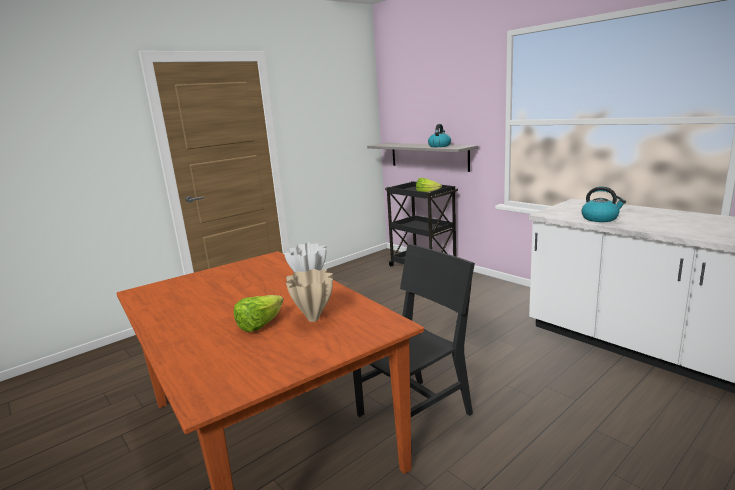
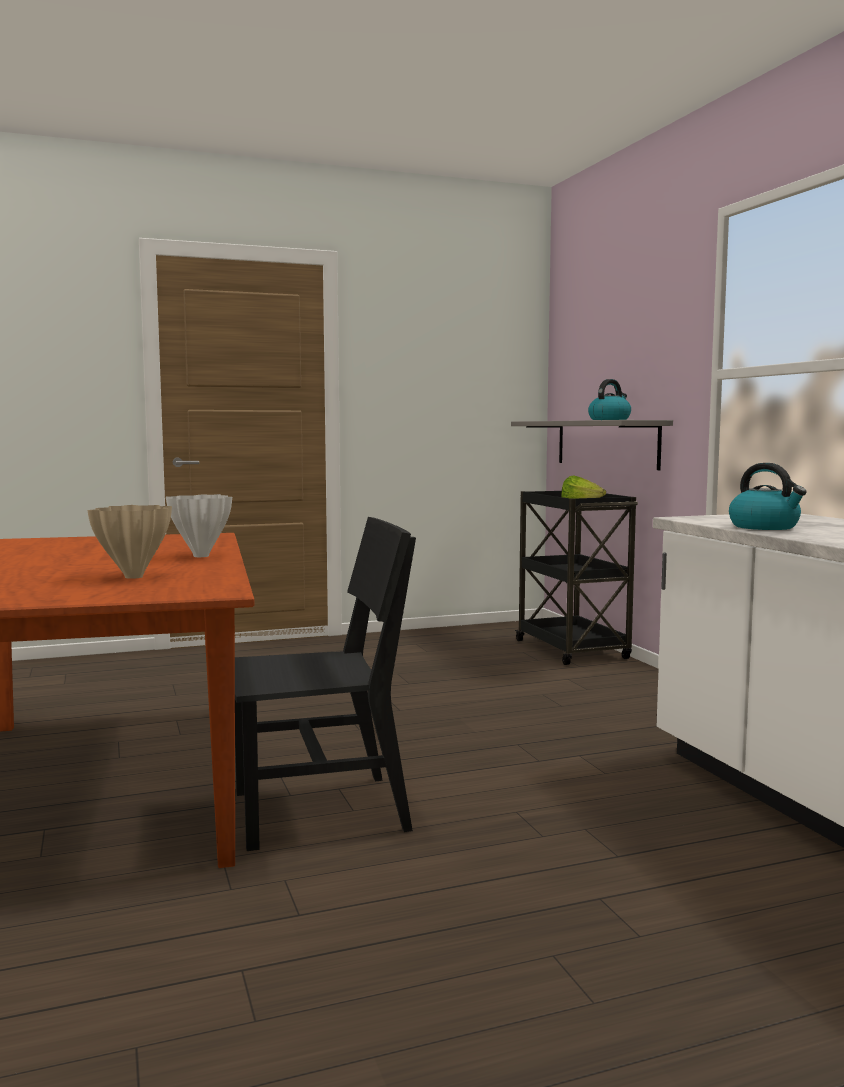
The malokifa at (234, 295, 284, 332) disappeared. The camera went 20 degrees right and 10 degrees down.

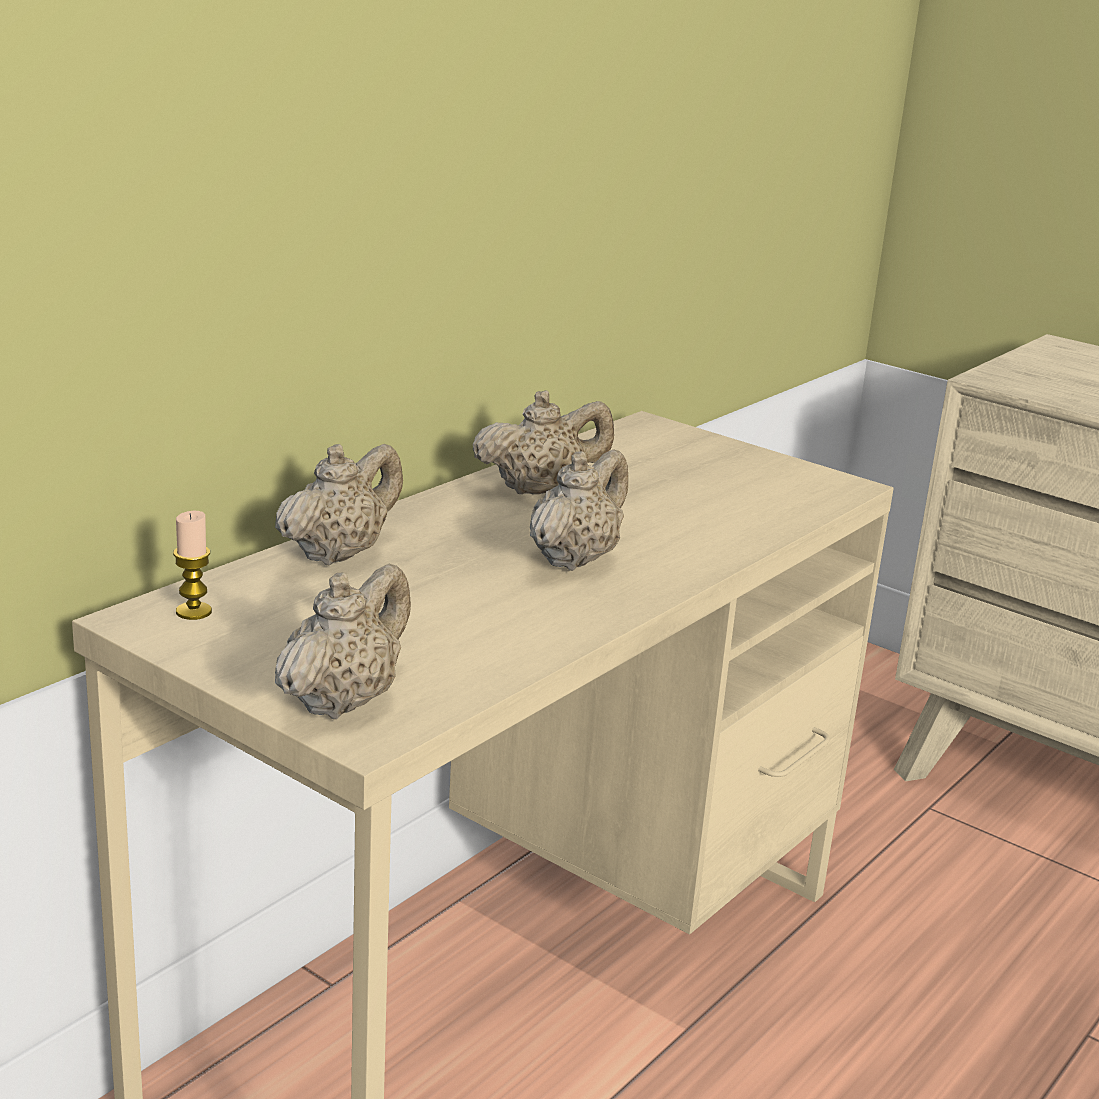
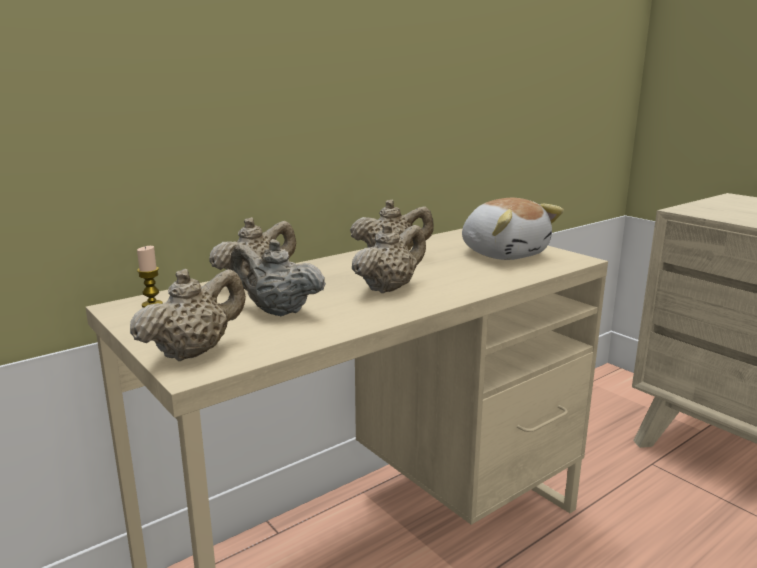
The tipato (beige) at (230, 239, 326, 317) appeared. The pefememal at (462, 198, 564, 260) appeared. The camera went 15 degrees right and 5 degrees down.

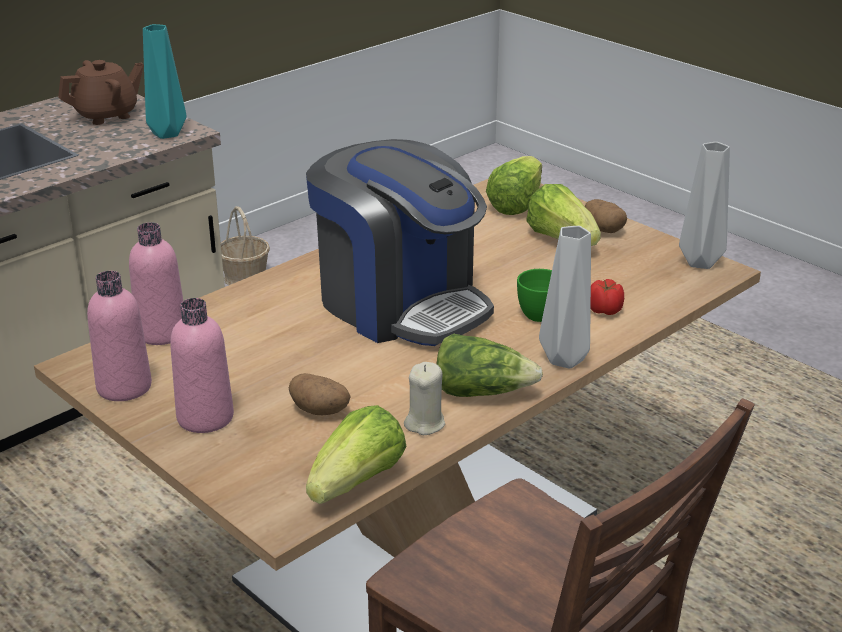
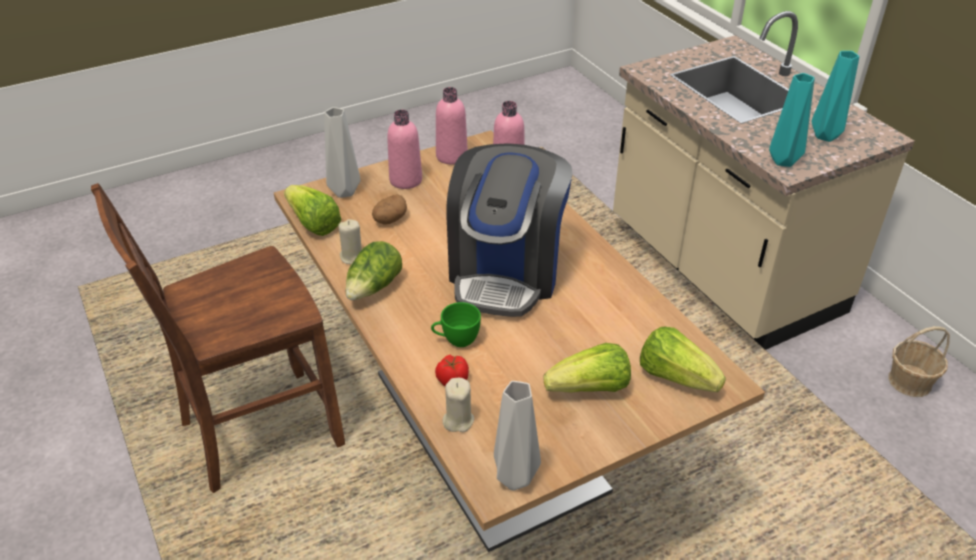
The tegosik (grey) moved from (539, 226, 591, 369) to (324, 107, 361, 198). The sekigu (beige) at (443, 378, 474, 432) appeared. The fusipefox at (306, 139, 494, 346) turned 45 degrees counterclockwise. The tipato (brown) at (58, 60, 144, 125) was replaced by the tegosik (turquoise) at (811, 51, 859, 142). The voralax at (584, 199, 627, 233) disappeared. The camera went 105 degrees right and 10 degrees up.

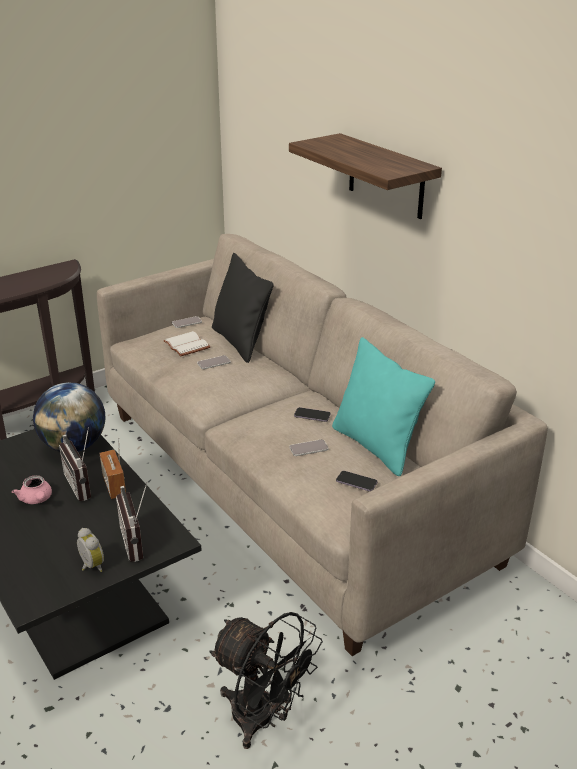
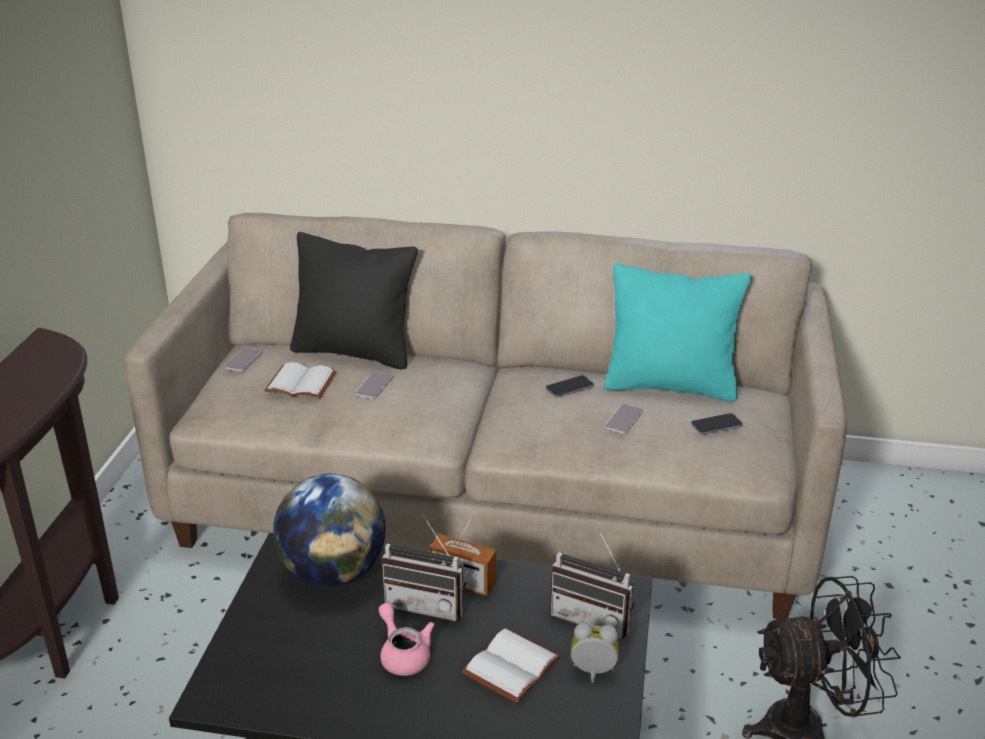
The tipato (pink) at (12, 475, 52, 504) turned 135 degrees counterclockwise. The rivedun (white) at (462, 628, 560, 703) appeared. The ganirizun at (289, 133, 442, 219) disappeared. The camera went 45 degrees left and 0 degrees up.

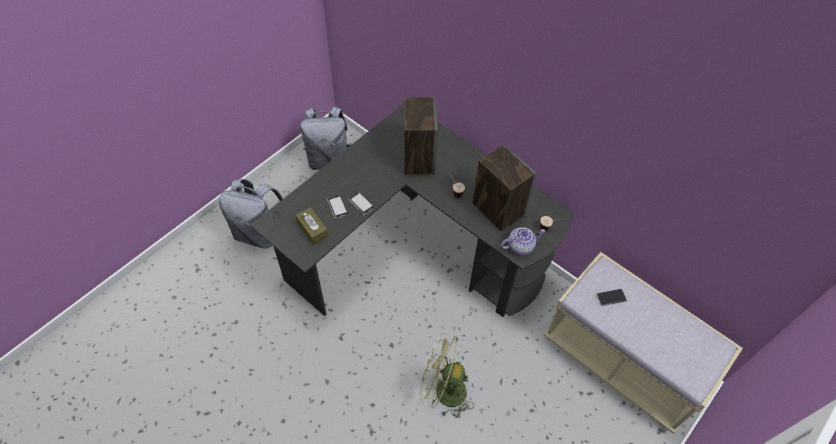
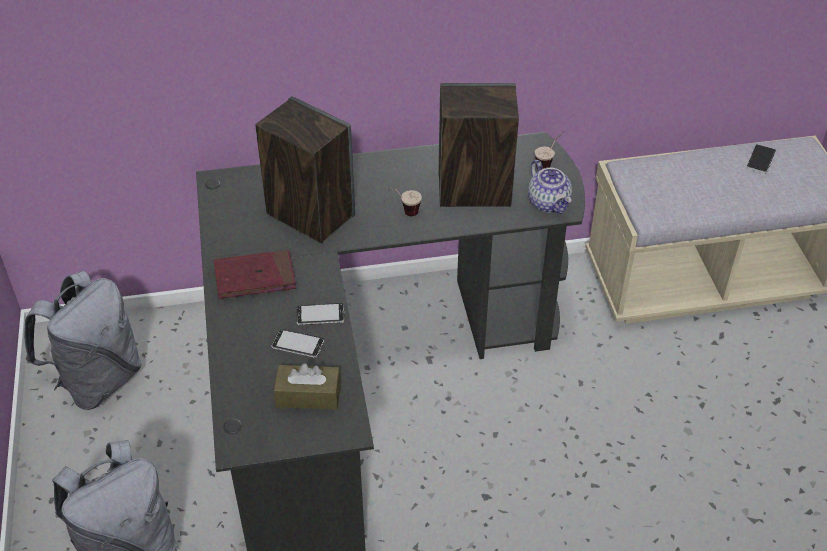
The rivedun (red) at (214, 250, 296, 299) appeared. The tipato at (501, 227, 545, 255) turned 135 degrees clockwise. The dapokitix moved from (597, 289, 627, 306) to (746, 144, 776, 174). The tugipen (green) at (420, 333, 474, 418) disappeared. The camera went 50 degrees left and 10 degrees down.

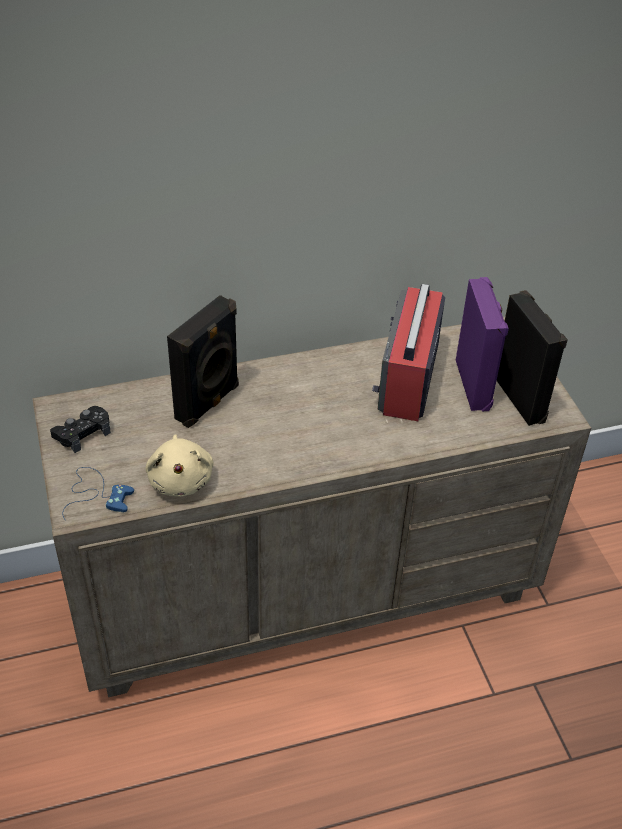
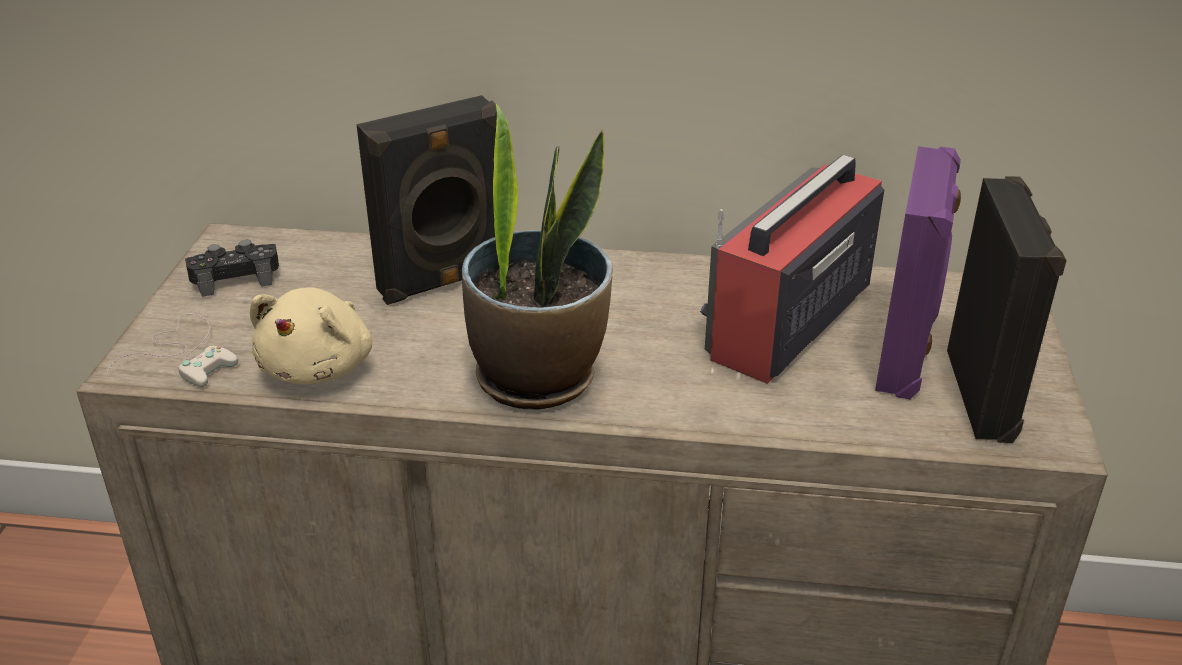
The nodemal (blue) at (63, 467, 134, 520) became the nodemal (white) at (107, 314, 238, 387). The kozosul at (462, 104, 613, 410) appeared. The camera went 25 degrees right and 10 degrees down.

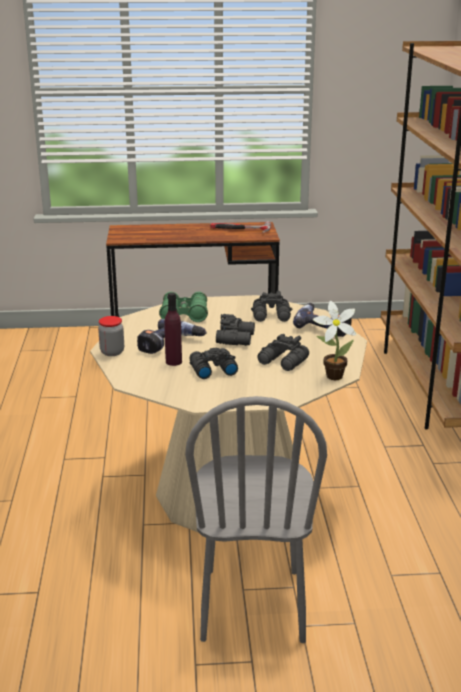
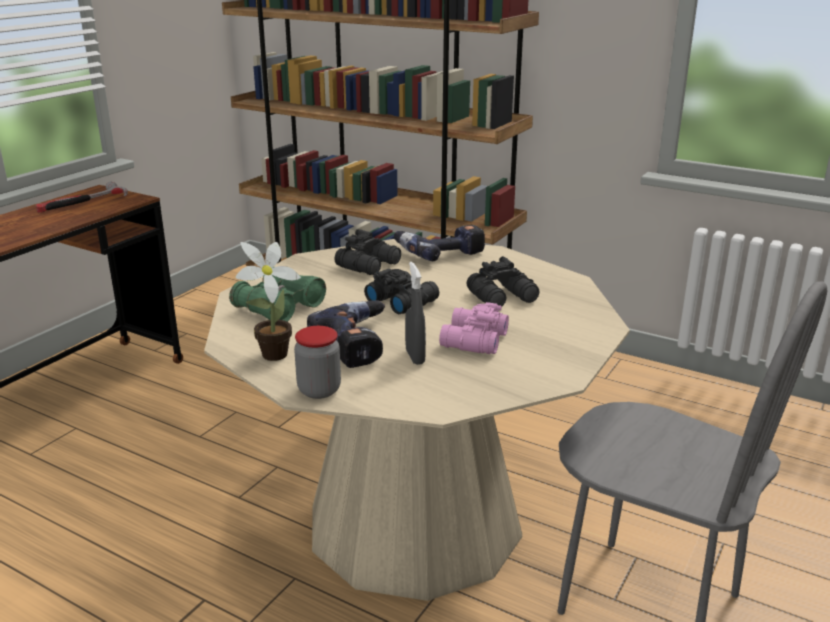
The kozosul moved from (313, 301, 356, 380) to (235, 242, 301, 361). The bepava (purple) at (164, 292, 182, 366) was replaced by the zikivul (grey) at (405, 262, 426, 365). The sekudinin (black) at (190, 348, 238, 379) became the sekudinin (pink) at (439, 302, 509, 354). The camera went 55 degrees left and 0 degrees up.

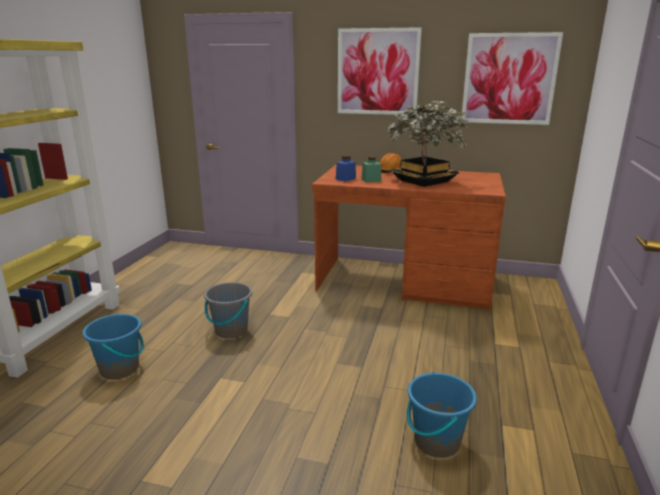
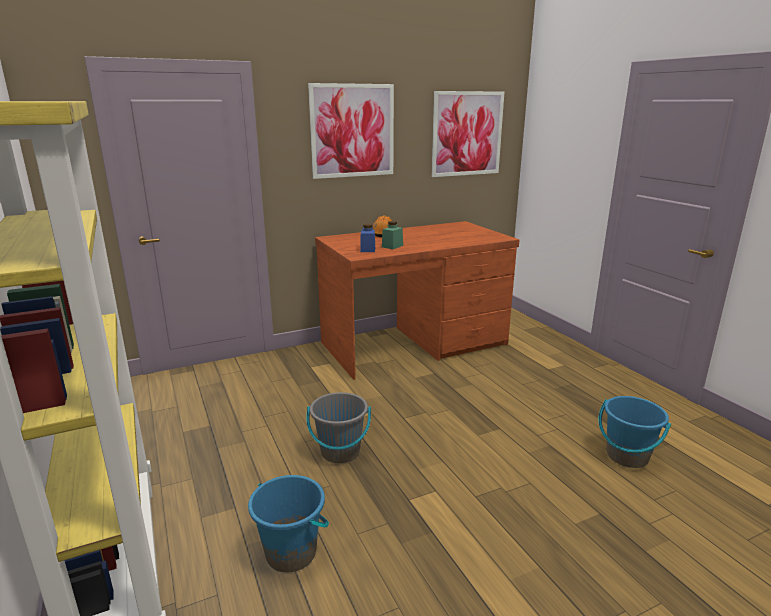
The kozosul at (388, 101, 469, 187) disappeared. The camera went 40 degrees left and 0 degrees up.

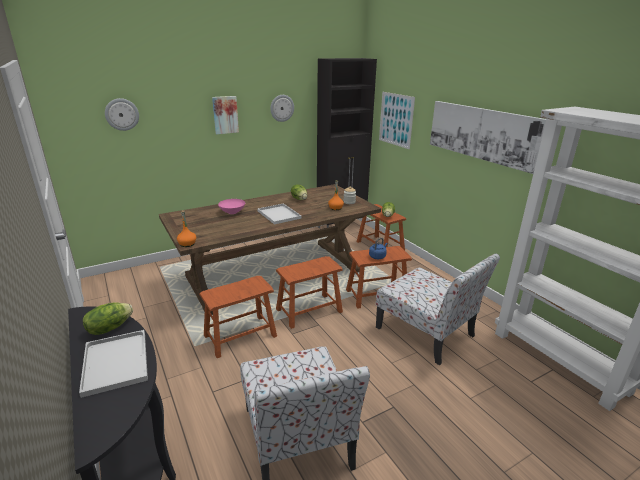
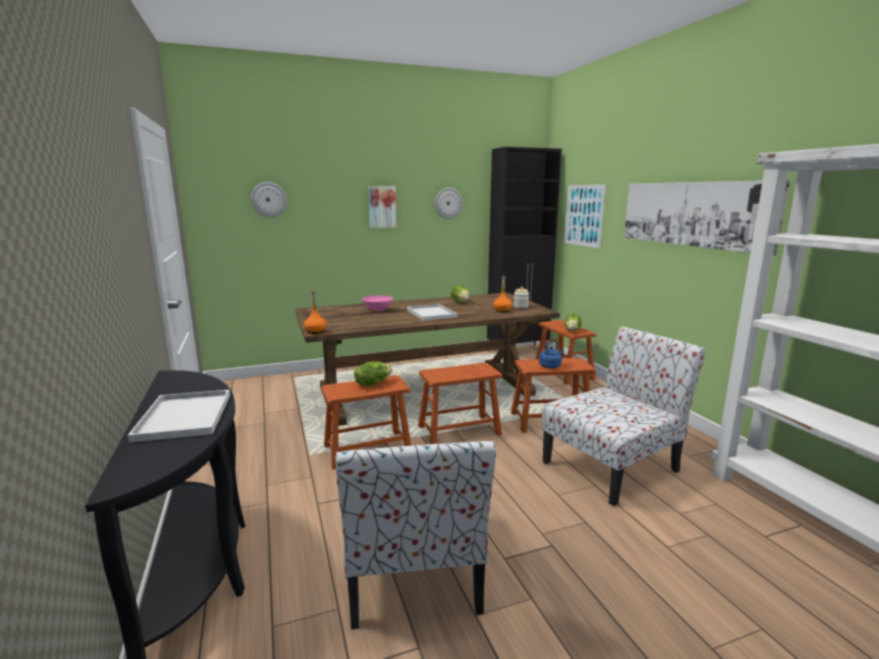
The malokifa moved from (83, 302, 133, 335) to (354, 361, 392, 386). The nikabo at (376, 254, 500, 365) turned 90 degrees counterclockwise. The camera went 10 degrees right and 10 degrees down.

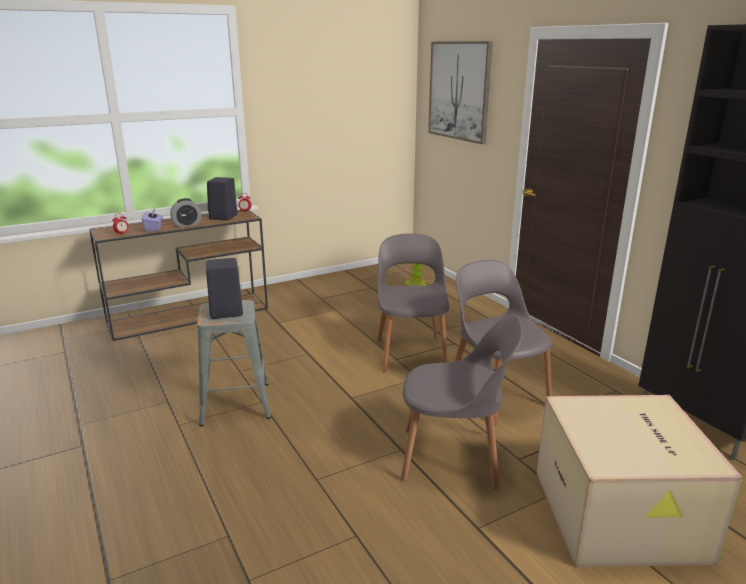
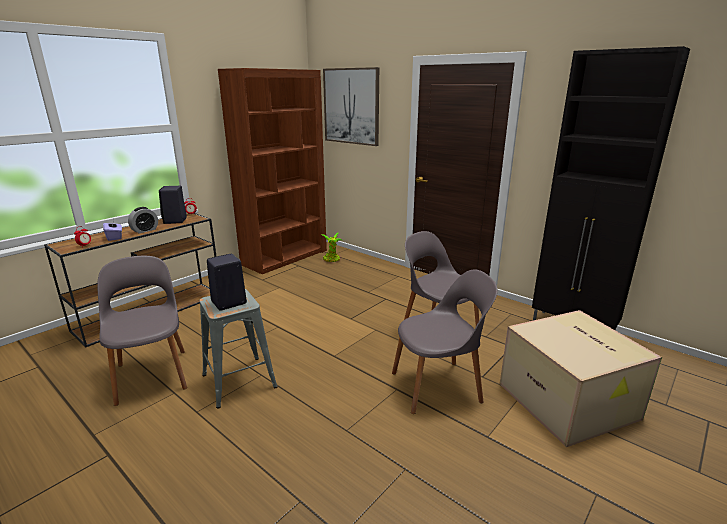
The nikabo (grey) moved from (377, 234, 449, 372) to (97, 256, 187, 406). The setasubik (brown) at (218, 68, 327, 274) appeared. The camera went 20 degrees left and 0 degrees up.

